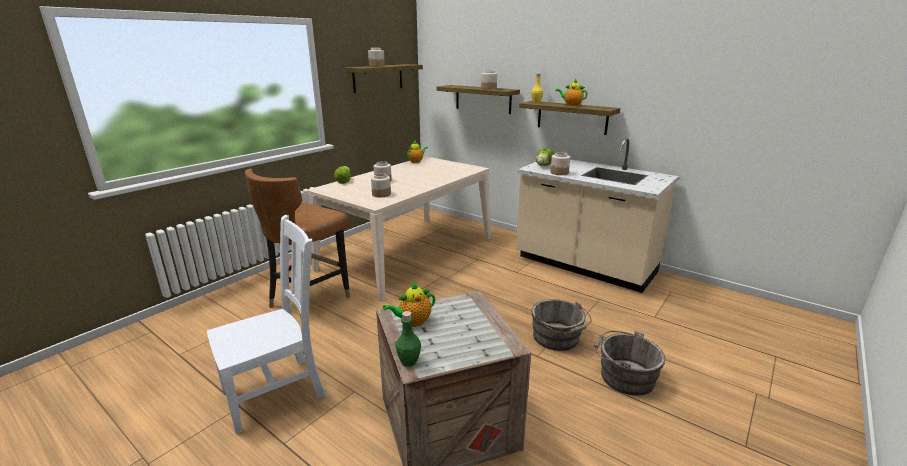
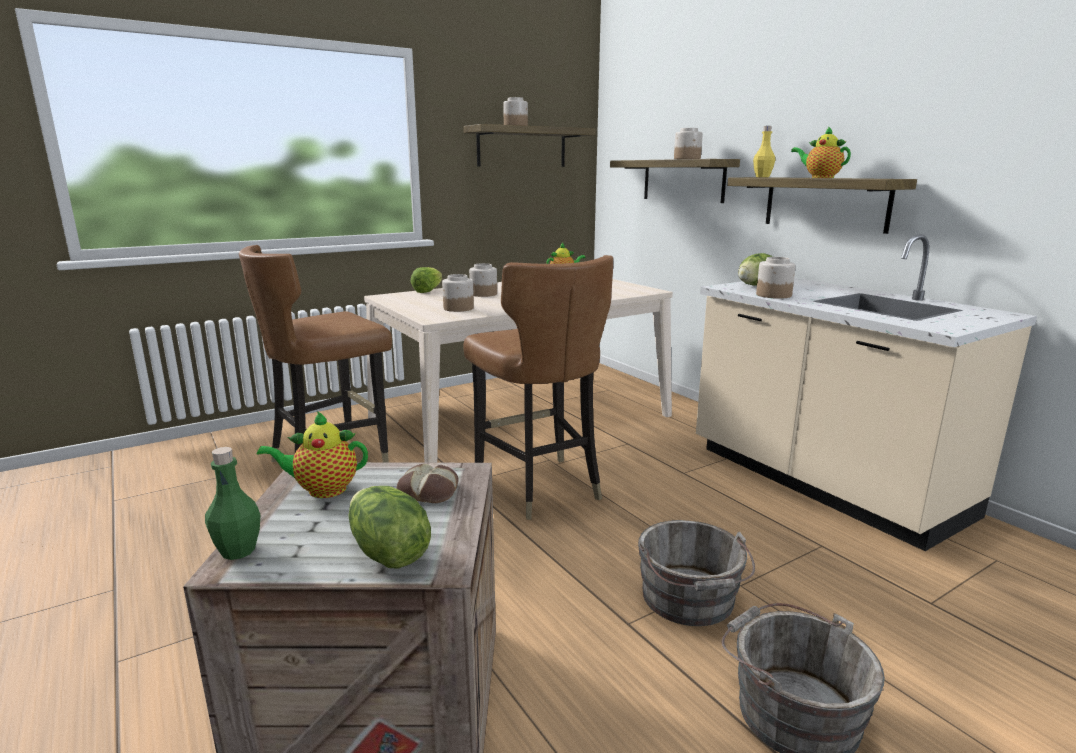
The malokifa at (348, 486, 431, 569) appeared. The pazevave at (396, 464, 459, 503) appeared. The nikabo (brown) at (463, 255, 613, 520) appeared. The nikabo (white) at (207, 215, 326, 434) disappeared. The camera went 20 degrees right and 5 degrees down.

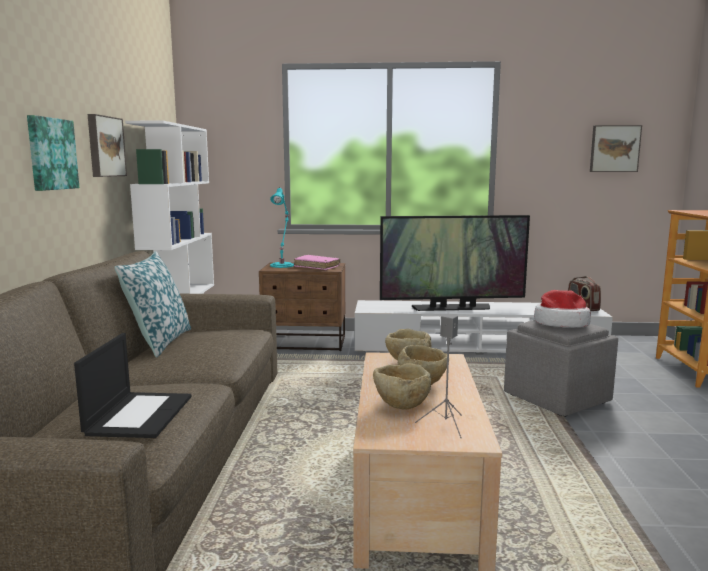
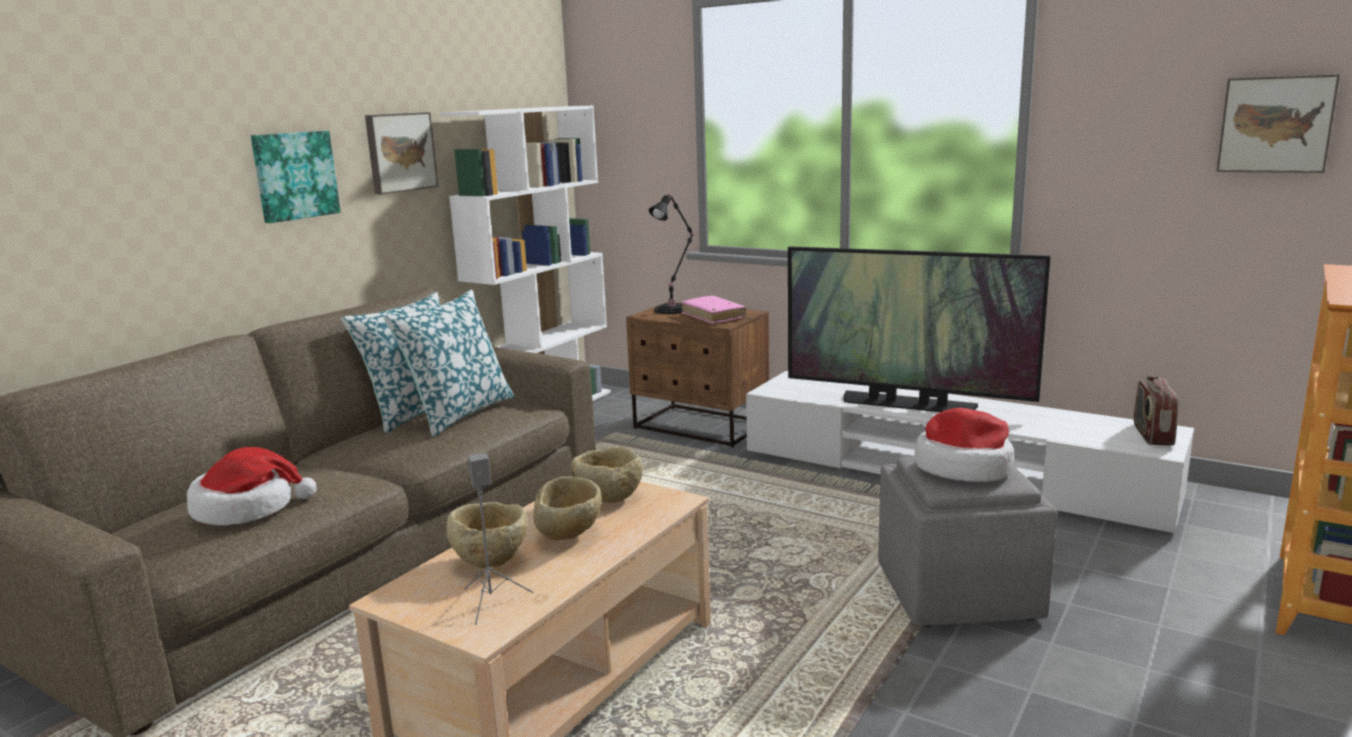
The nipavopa at (74, 333, 191, 438) was replaced by the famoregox at (187, 447, 317, 526). The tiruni at (384, 290, 515, 437) appeared. The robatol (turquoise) at (270, 187, 294, 268) became the robatol (black) at (649, 193, 694, 314). The camera went 30 degrees right and 5 degrees up.

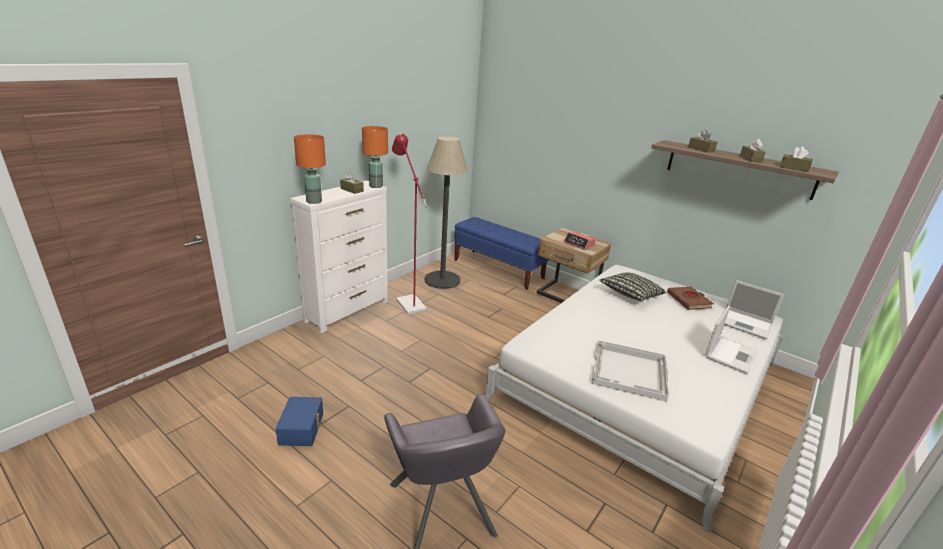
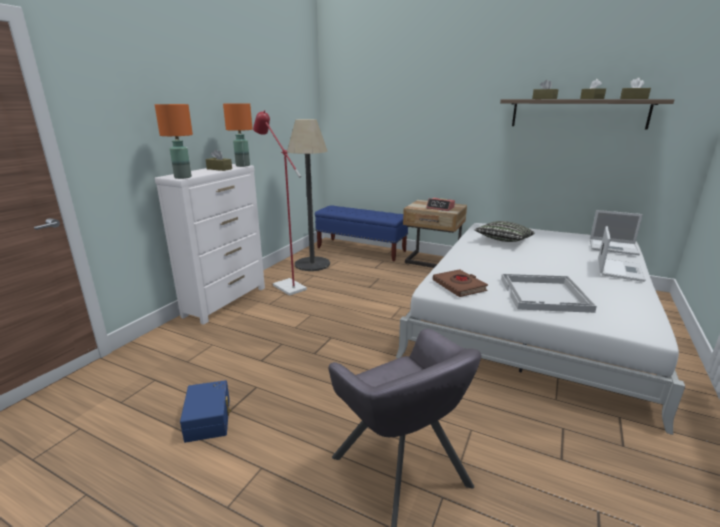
The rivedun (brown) moved from (667, 287, 714, 310) to (433, 269, 488, 297). The camera went 10 degrees left and 5 degrees down.

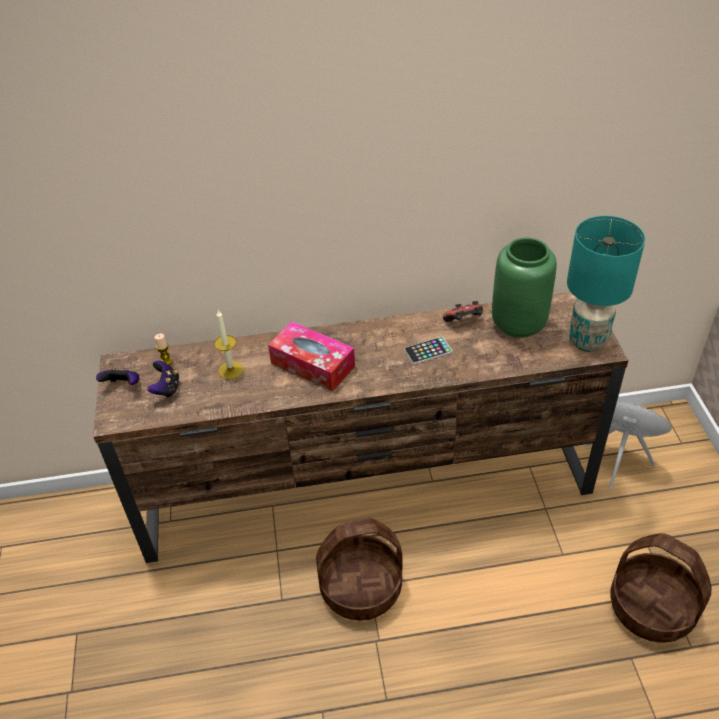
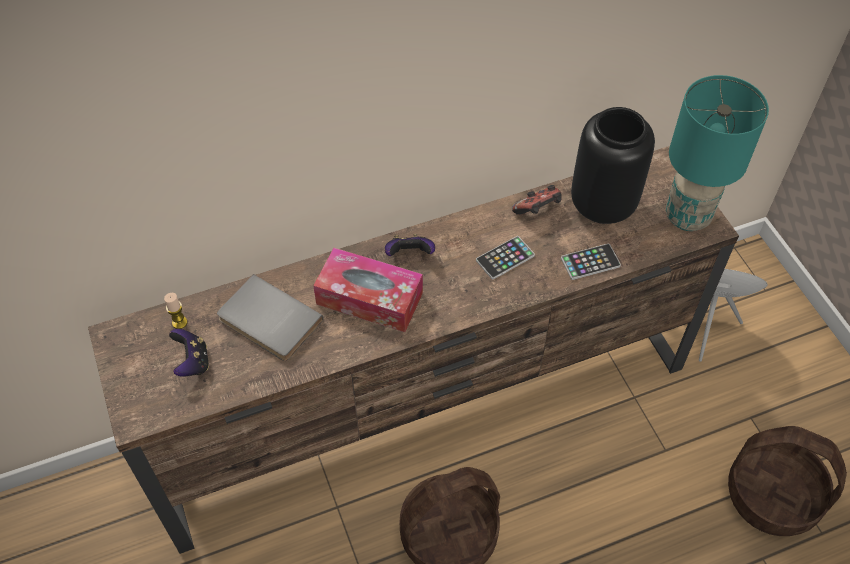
The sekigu at (214, 310, 243, 379) was replaced by the rivedun (grey) at (217, 274, 323, 361). The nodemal moved from (96, 367, 139, 385) to (385, 234, 435, 256). The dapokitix at (561, 244, 621, 280) appeared. The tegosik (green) at (492, 237, 557, 338) became the tegosik (black) at (571, 107, 655, 224). The camera went 15 degrees left and 10 degrees up.

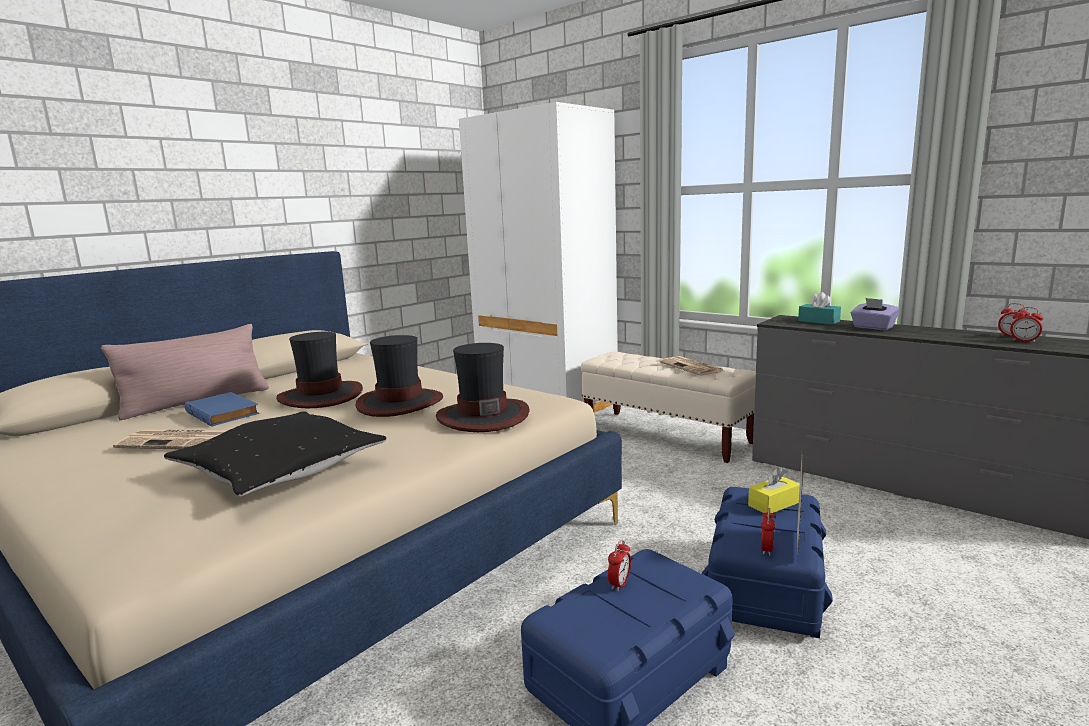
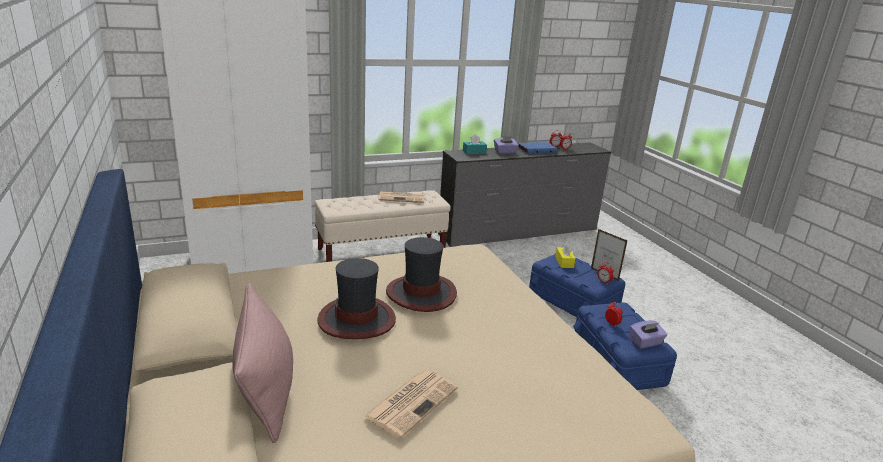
The rivedun (blue) moved from (185, 392, 259, 427) to (517, 142, 558, 154). The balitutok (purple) at (630, 320, 667, 348) appeared. The tiruni (black) at (164, 411, 387, 497) disappeared. The famoregox at (436, 343, 530, 432) disappeared. The camera went 65 degrees left and 10 degrees up.

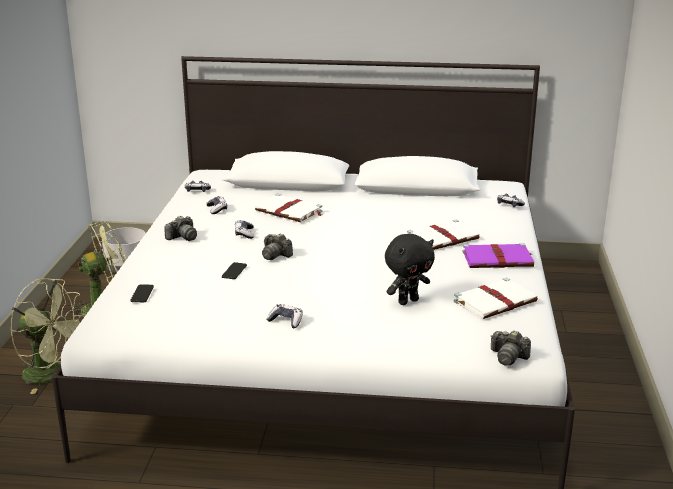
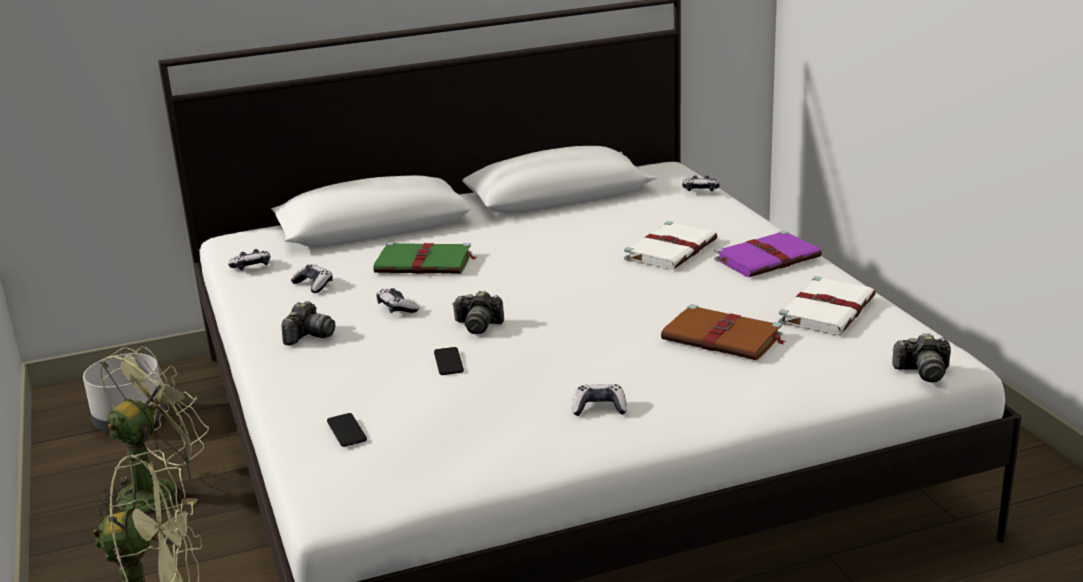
The rivedun (white) at (255, 194, 322, 223) became the rivedun (green) at (373, 242, 476, 274). The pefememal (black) at (385, 234, 435, 305) was replaced by the rivedun (brown) at (661, 304, 787, 360). The camera went 25 degrees left and 0 degrees up.

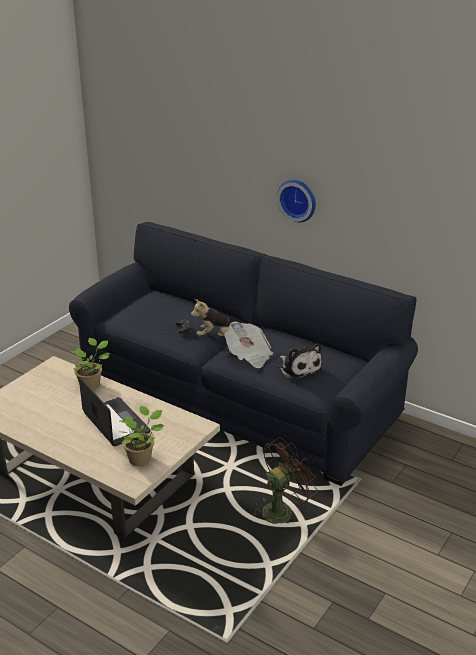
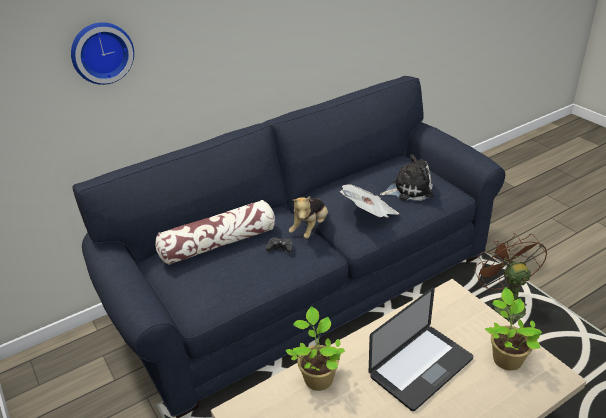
The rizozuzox moved from (277, 180, 316, 222) to (71, 22, 134, 85). The tiruni at (155, 200, 275, 265) appeared. The nipavopa at (79, 377, 150, 446) turned 150 degrees clockwise. The camera went 65 degrees left and 5 degrees up.

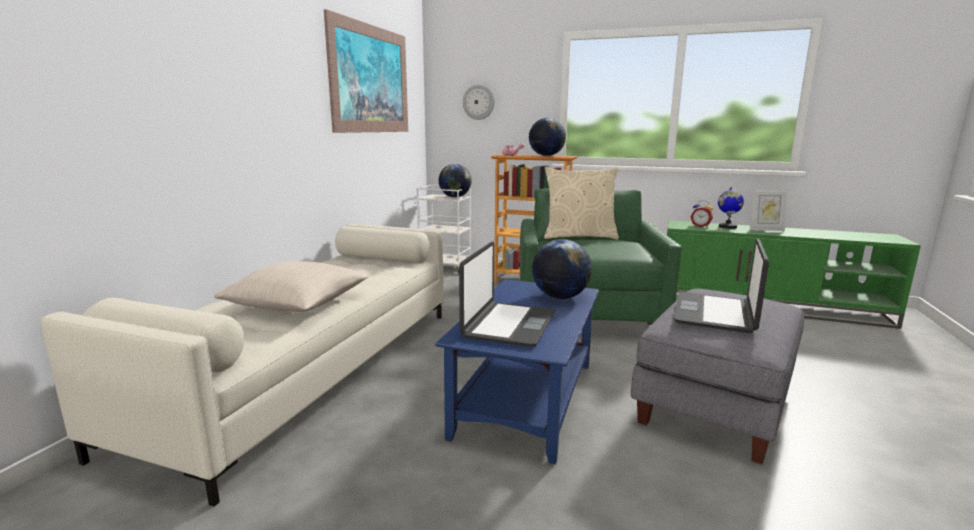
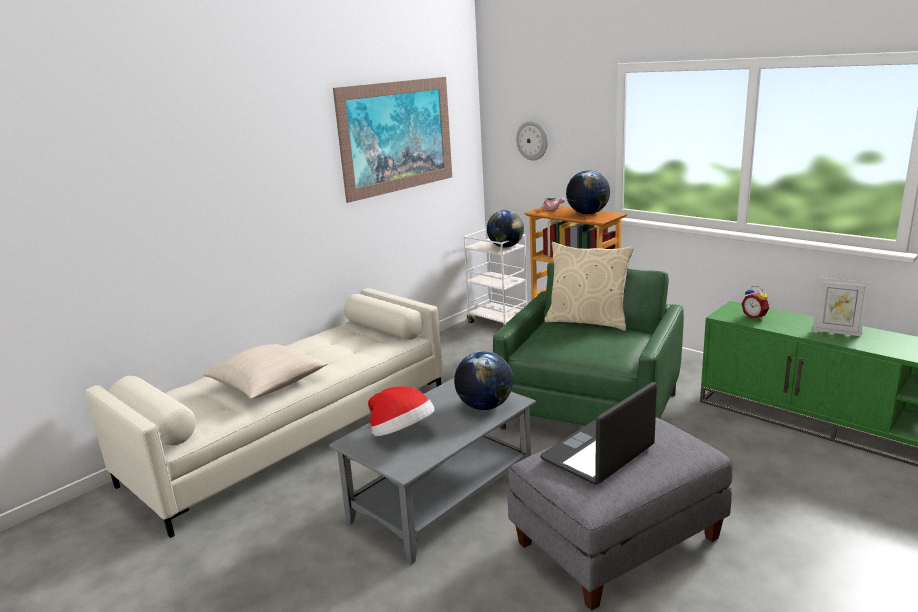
The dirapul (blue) at (436, 279, 599, 465) became the dirapul (grey) at (329, 378, 536, 564). The nipavopa at (459, 242, 555, 347) was replaced by the famoregox at (368, 386, 435, 436). The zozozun at (718, 186, 744, 229) disappeared. The camera went 25 degrees right and 5 degrees up.

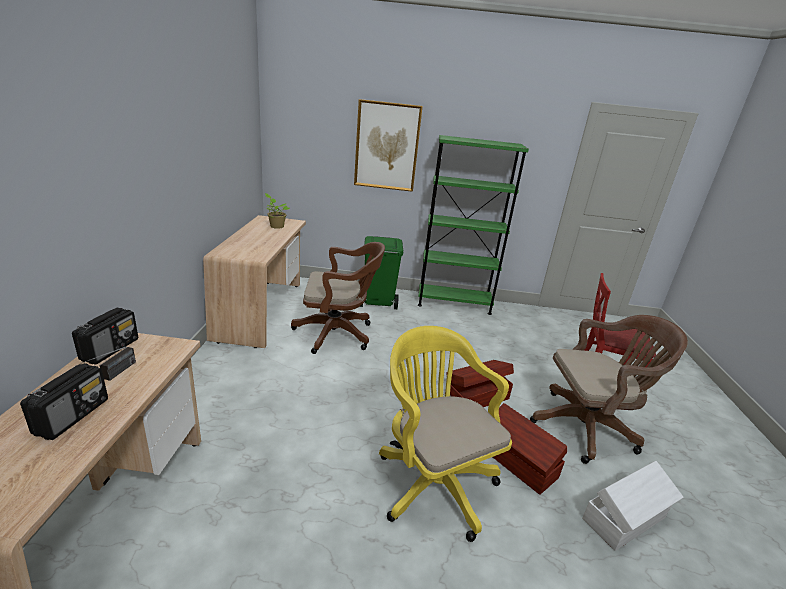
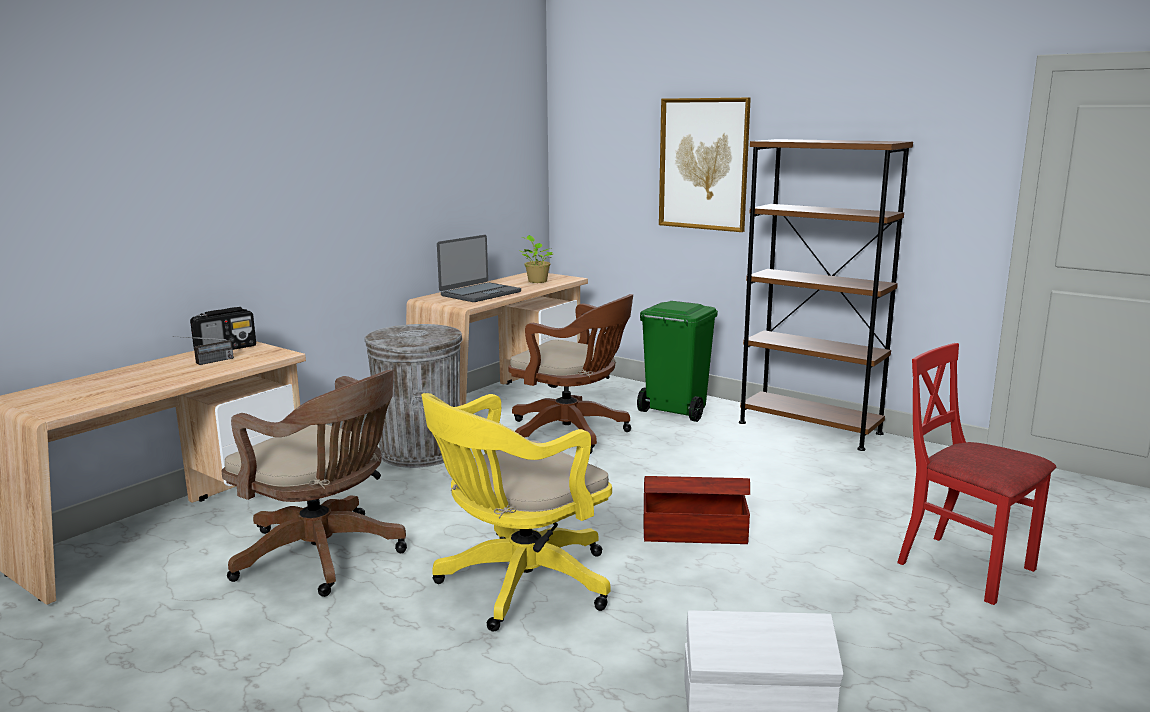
The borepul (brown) moved from (530, 315, 688, 464) to (222, 370, 407, 597). The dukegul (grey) at (364, 324, 463, 468) appeared. The borepul (yellow) at (379, 326, 512, 542) turned 135 degrees counterclockwise. The nipavopa at (437, 235, 521, 302) appeared. The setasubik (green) at (418, 135, 529, 315) became the setasubik (brown) at (739, 139, 913, 451). The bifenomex at (20, 363, 108, 440) disappeared. The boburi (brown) at (493, 403, 567, 495) disappeared. The camera went 35 degrees right and 10 degrees down.

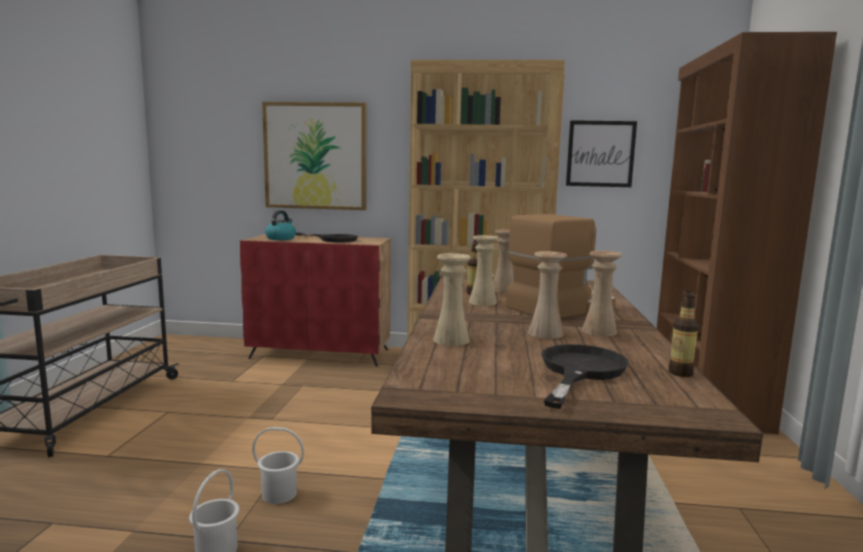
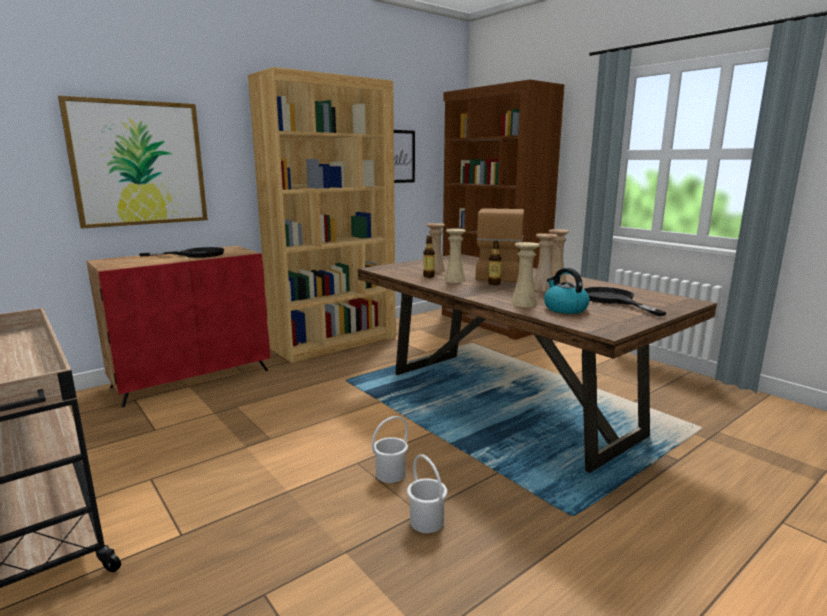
The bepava moved from (668, 291, 699, 377) to (488, 241, 501, 285). The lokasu moved from (265, 210, 296, 240) to (544, 268, 590, 314). The camera went 45 degrees left and 5 degrees up.

